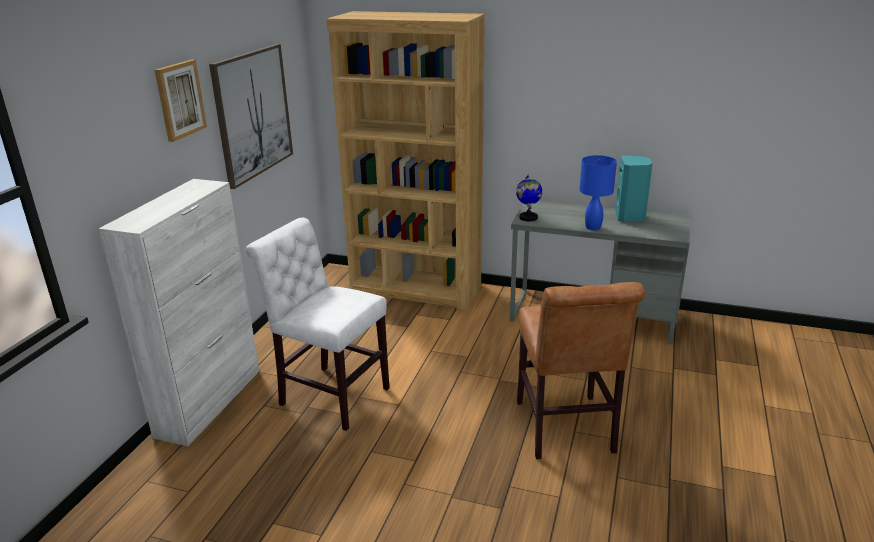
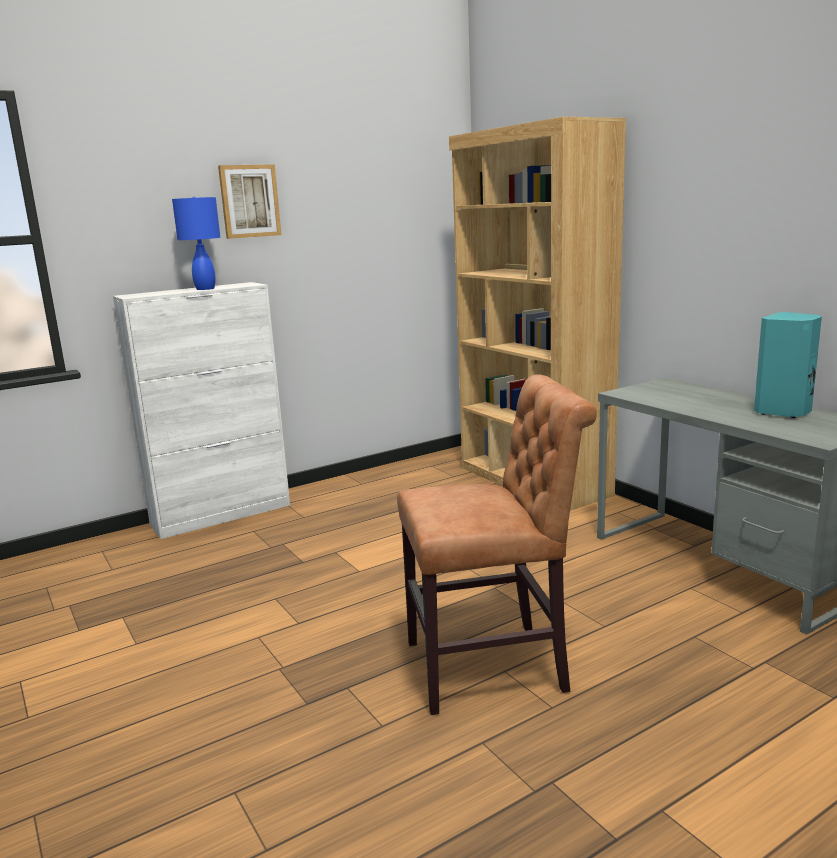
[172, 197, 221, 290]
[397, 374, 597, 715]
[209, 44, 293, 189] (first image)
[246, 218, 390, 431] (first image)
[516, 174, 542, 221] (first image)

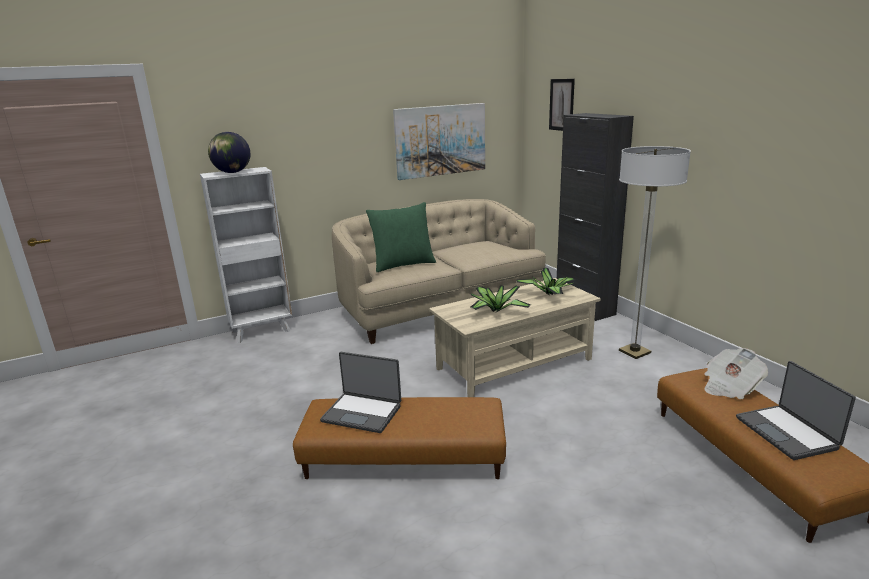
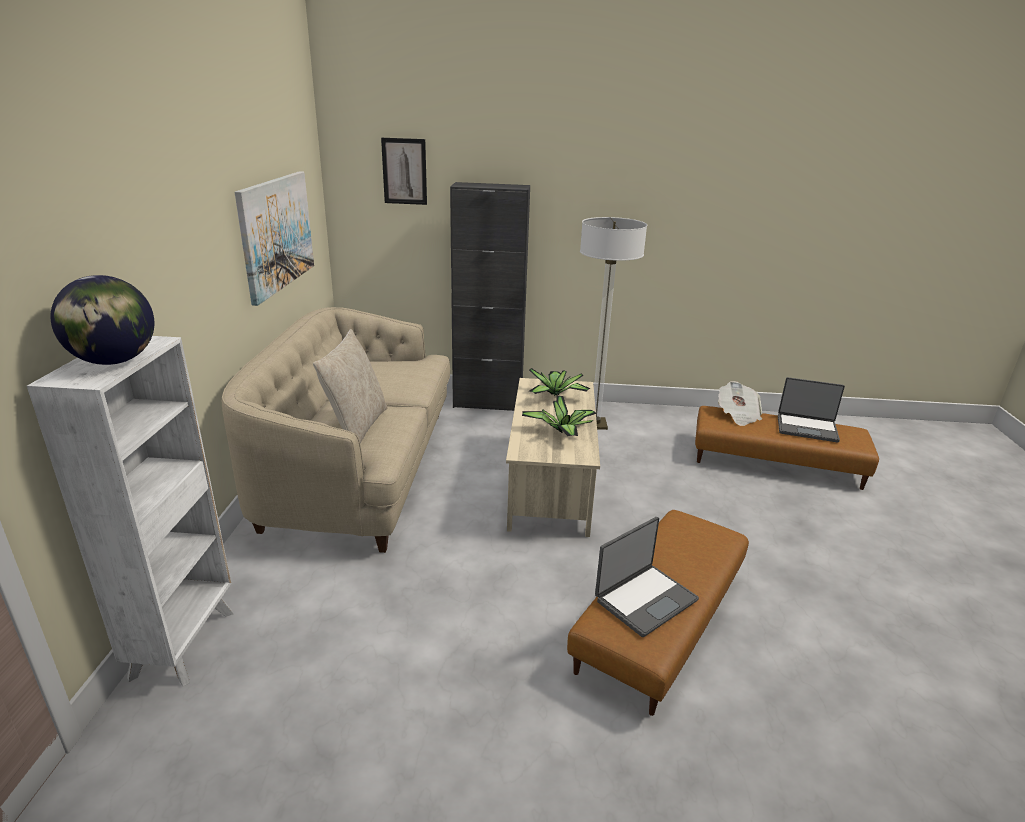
[313, 329, 388, 443]

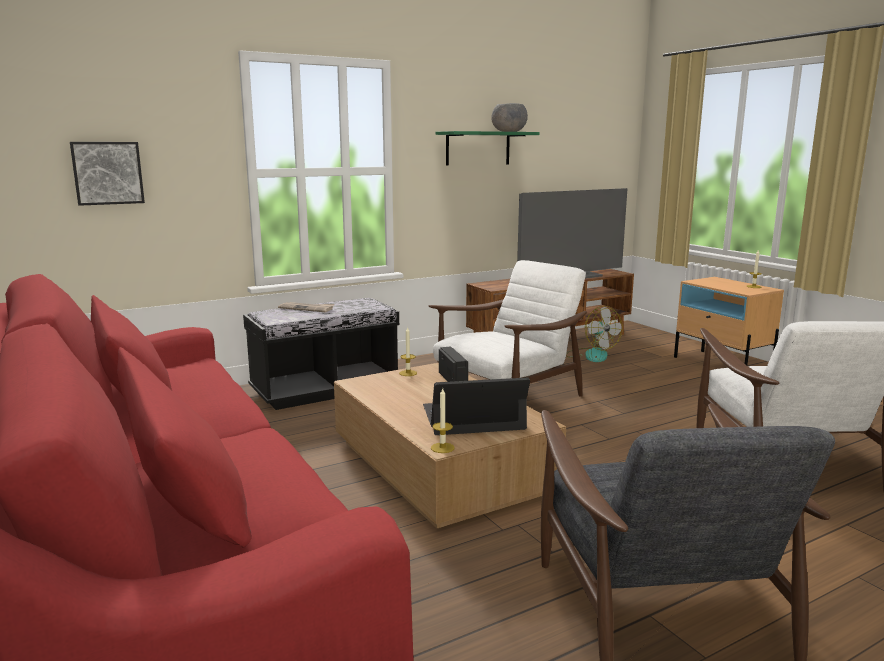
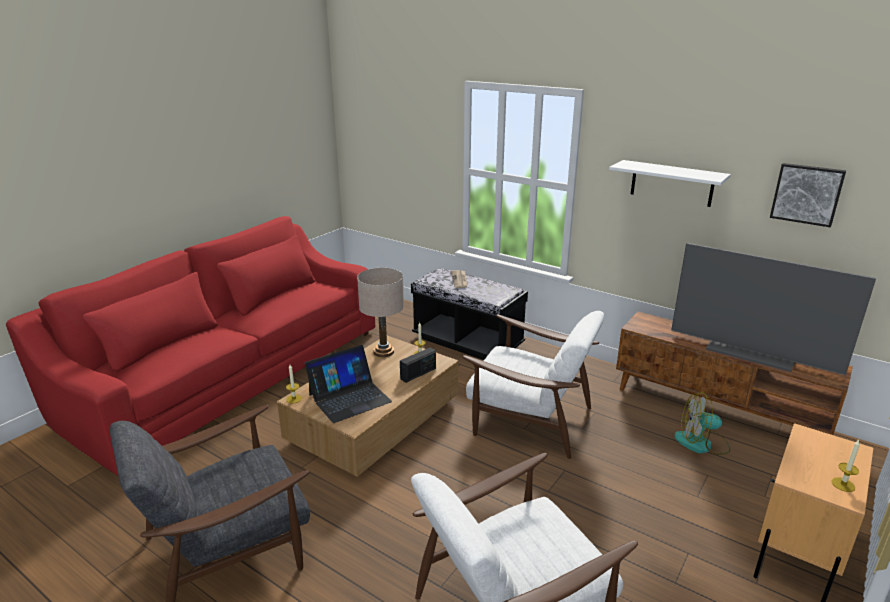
[304, 345, 392, 423]
[357, 268, 404, 357]
[609, 160, 731, 207]
[675, 392, 731, 455]
[770, 163, 846, 227]
[491, 103, 528, 132] (first image)

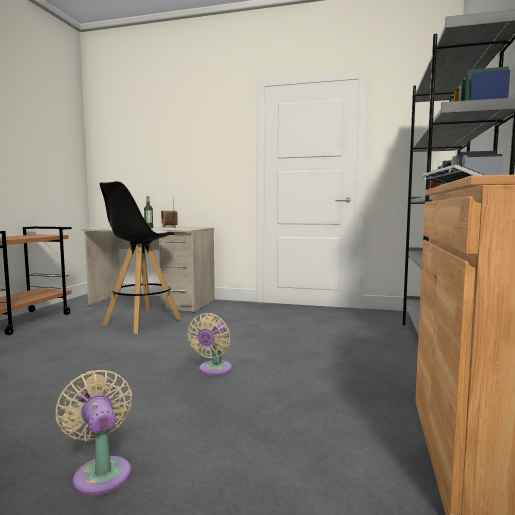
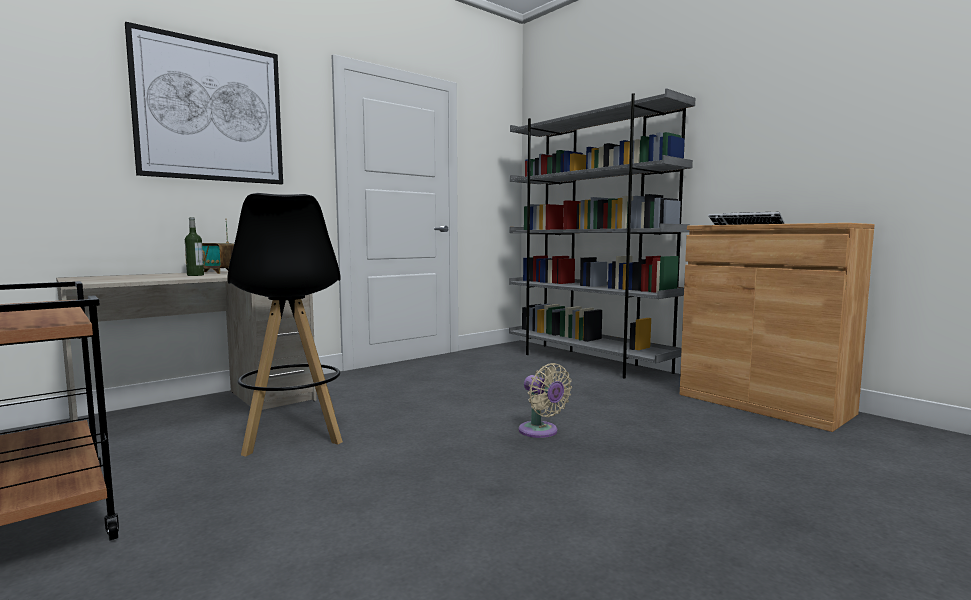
[125, 22, 283, 184]
[56, 370, 132, 496] (first image)

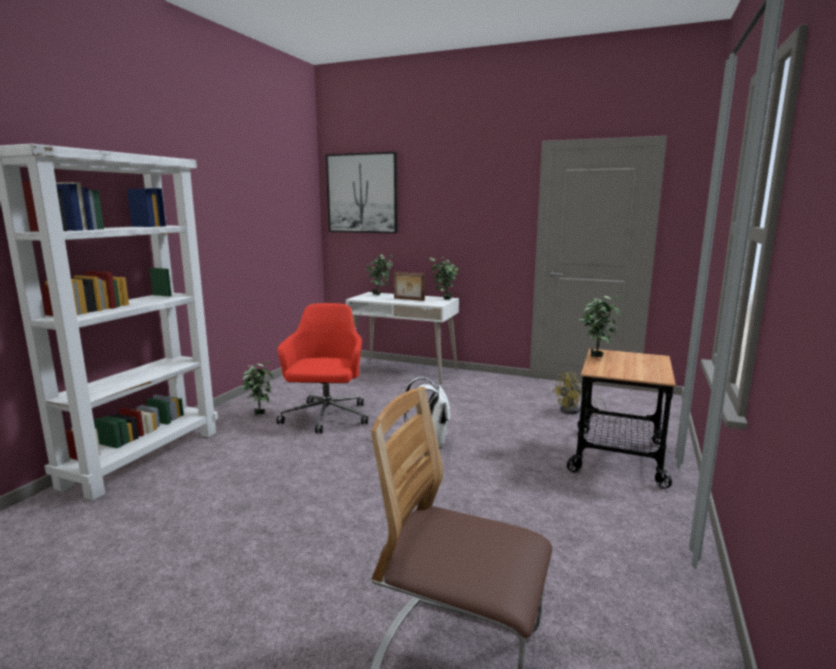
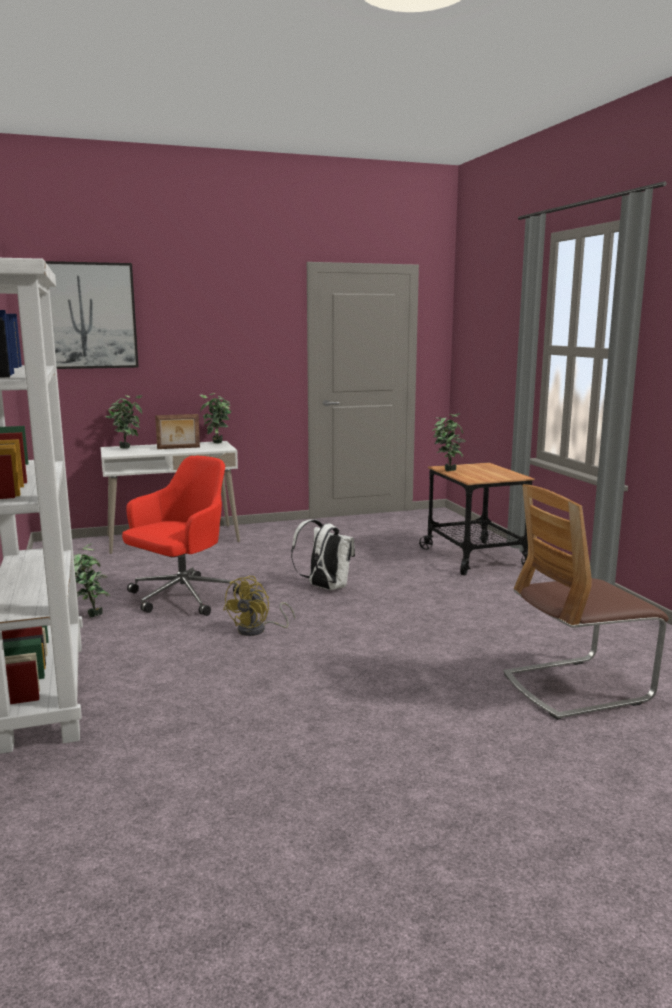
[122, 456, 241, 616]
[223, 576, 295, 636]

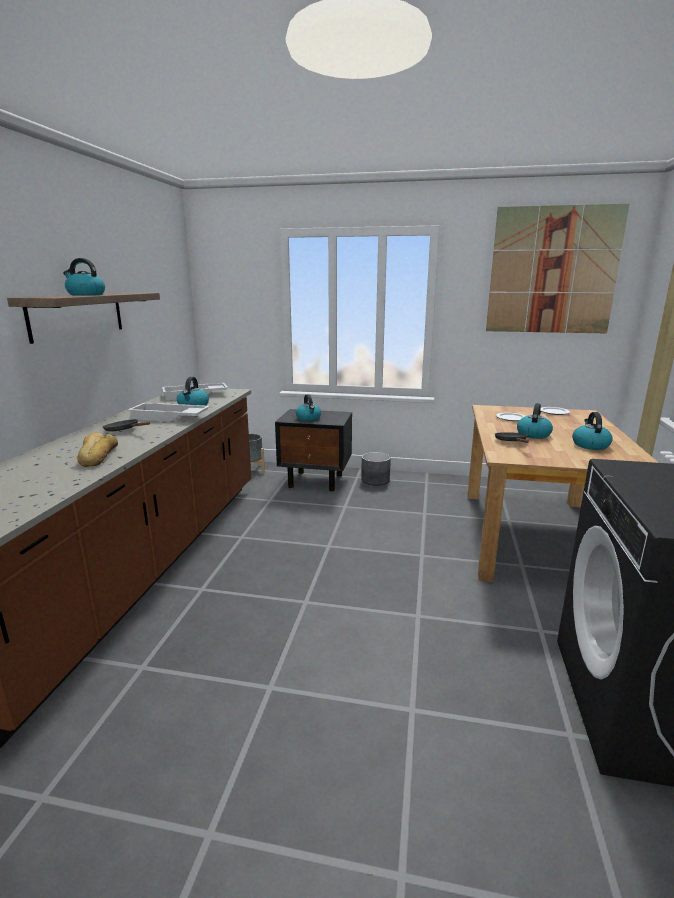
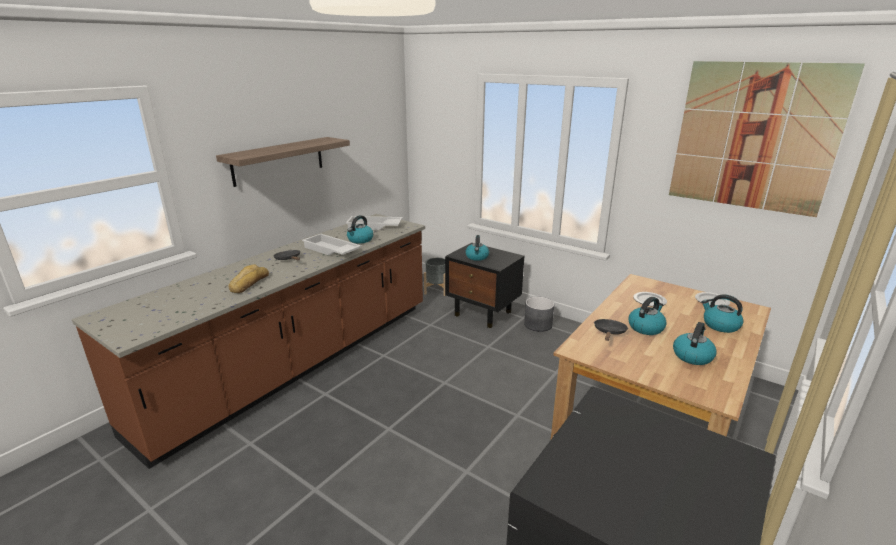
[701, 294, 744, 333]

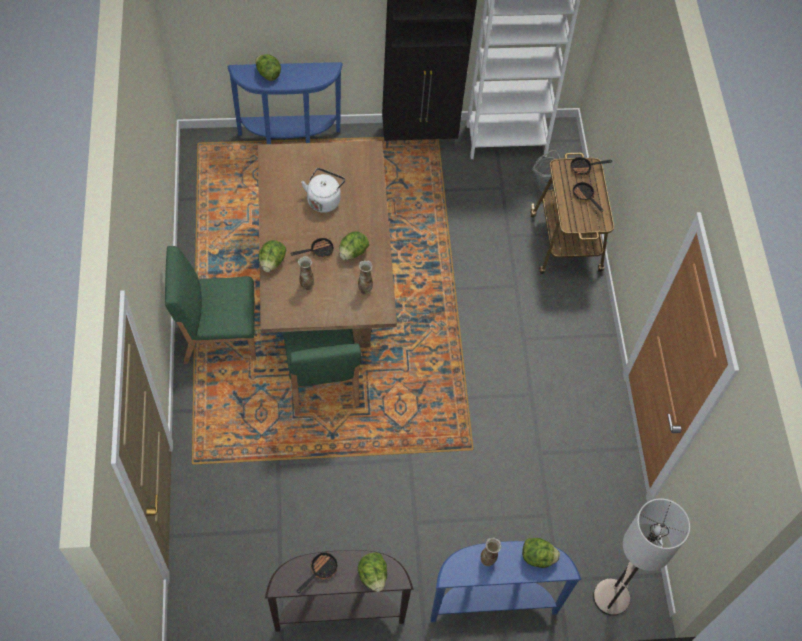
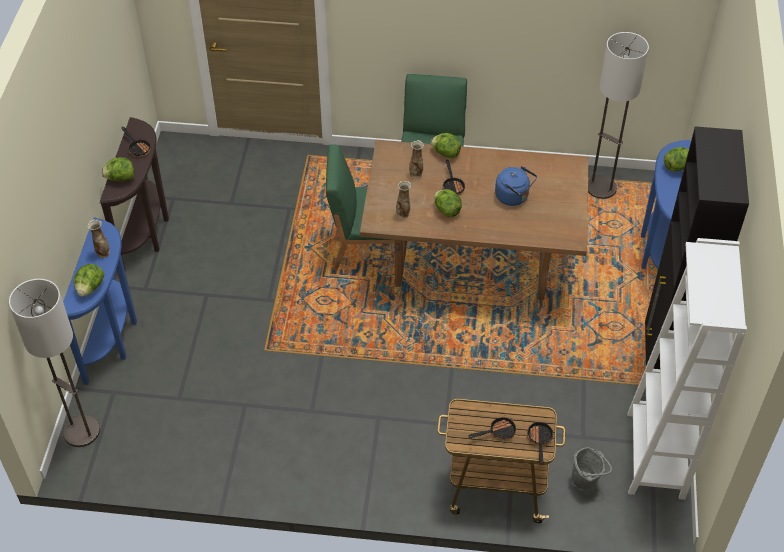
[495, 166, 537, 206]
[588, 32, 649, 199]

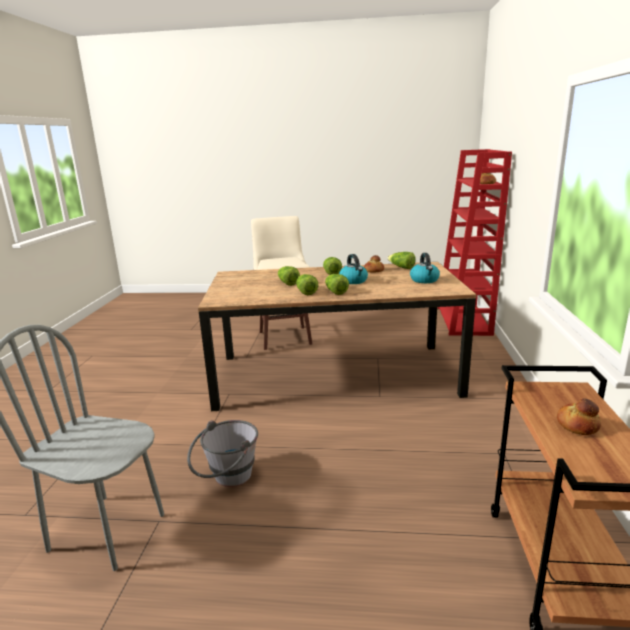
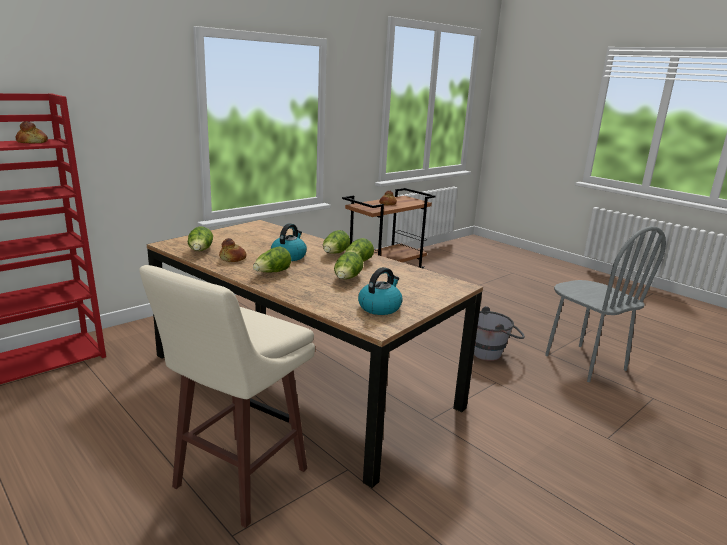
[358, 267, 403, 315]

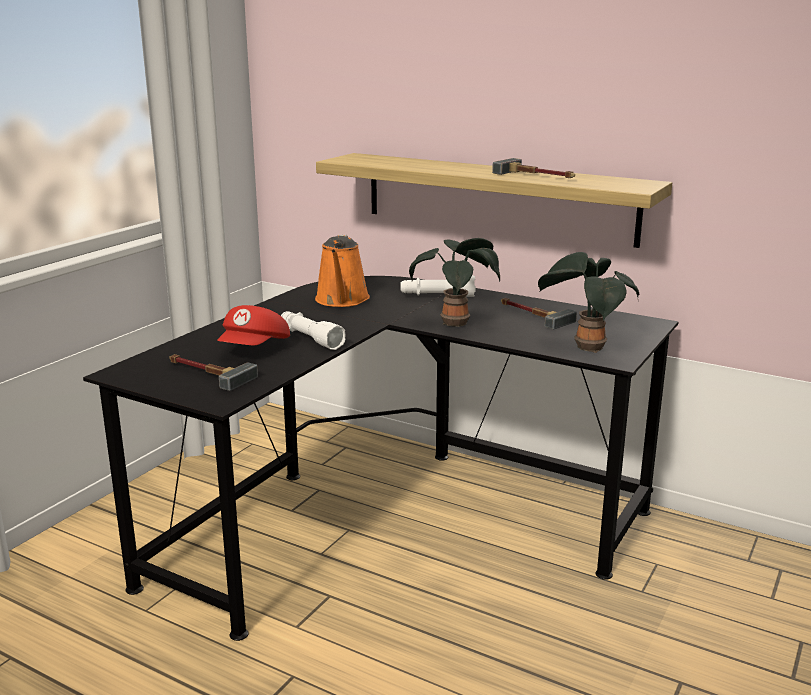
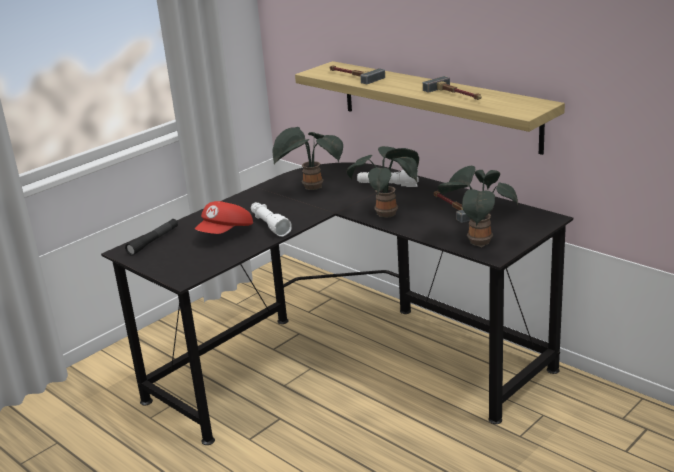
[125, 219, 178, 256]
[273, 127, 343, 190]
[329, 65, 385, 84]

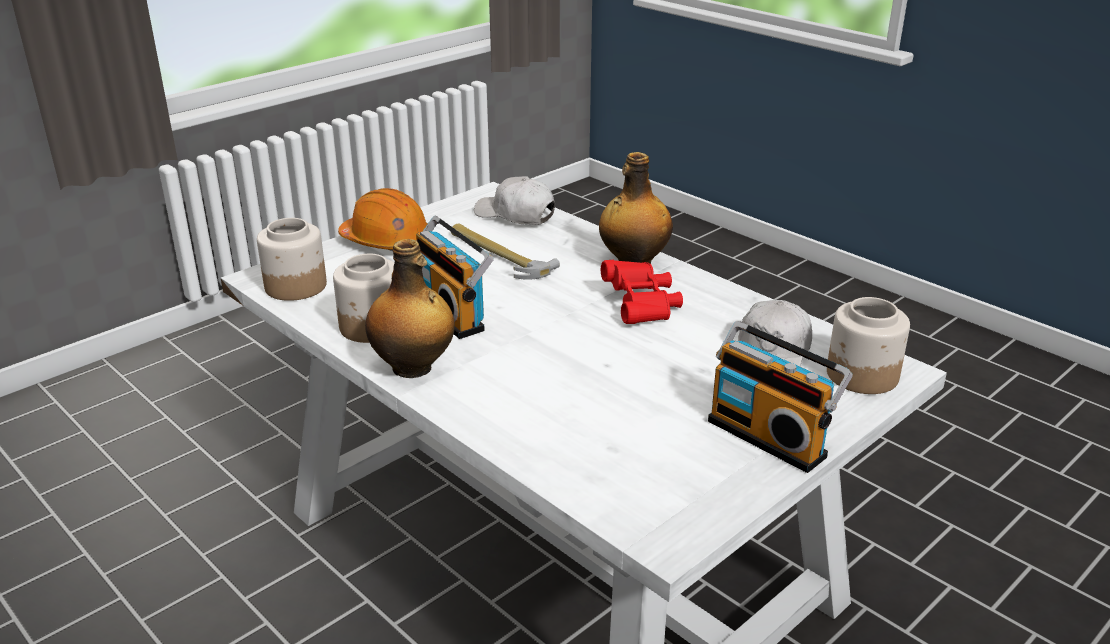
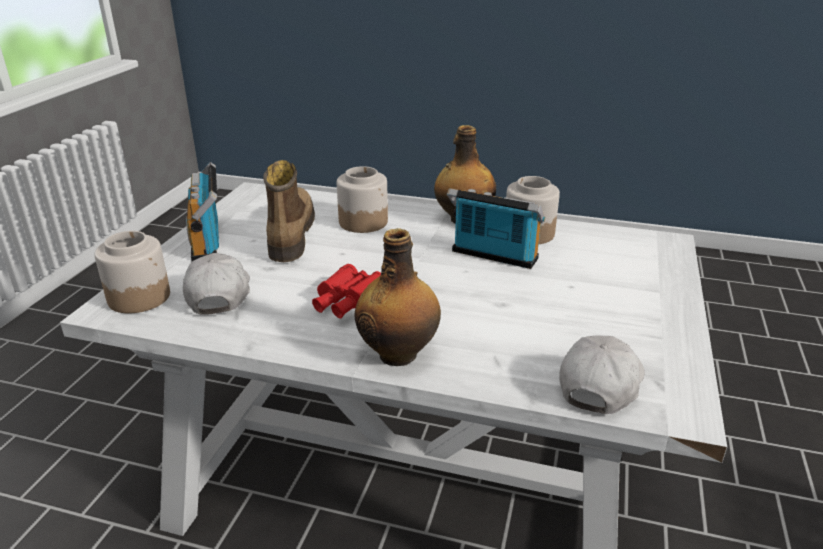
[186, 162, 219, 261]
[263, 160, 315, 262]
[337, 166, 388, 233]
[559, 335, 645, 414]
[338, 188, 428, 251] (first image)
[451, 223, 560, 280] (first image)

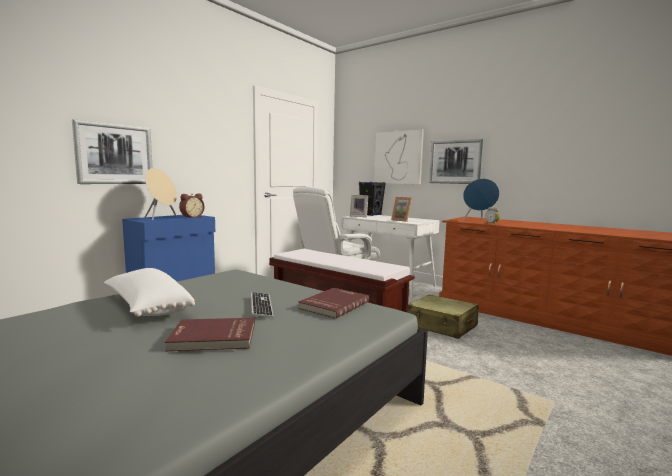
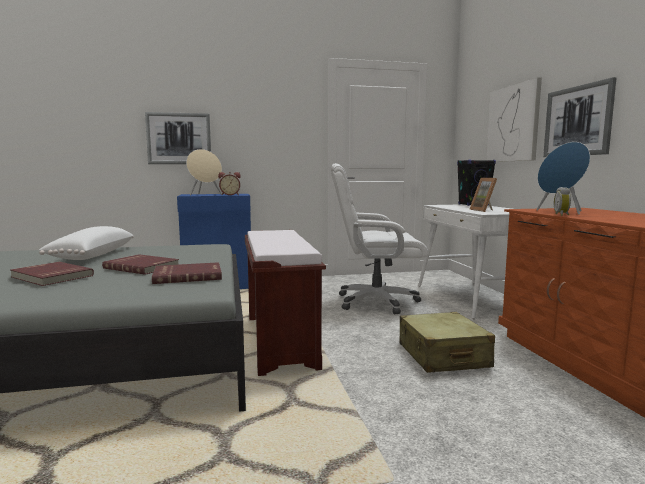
[102, 254, 179, 275]
[350, 195, 369, 217] (first image)

